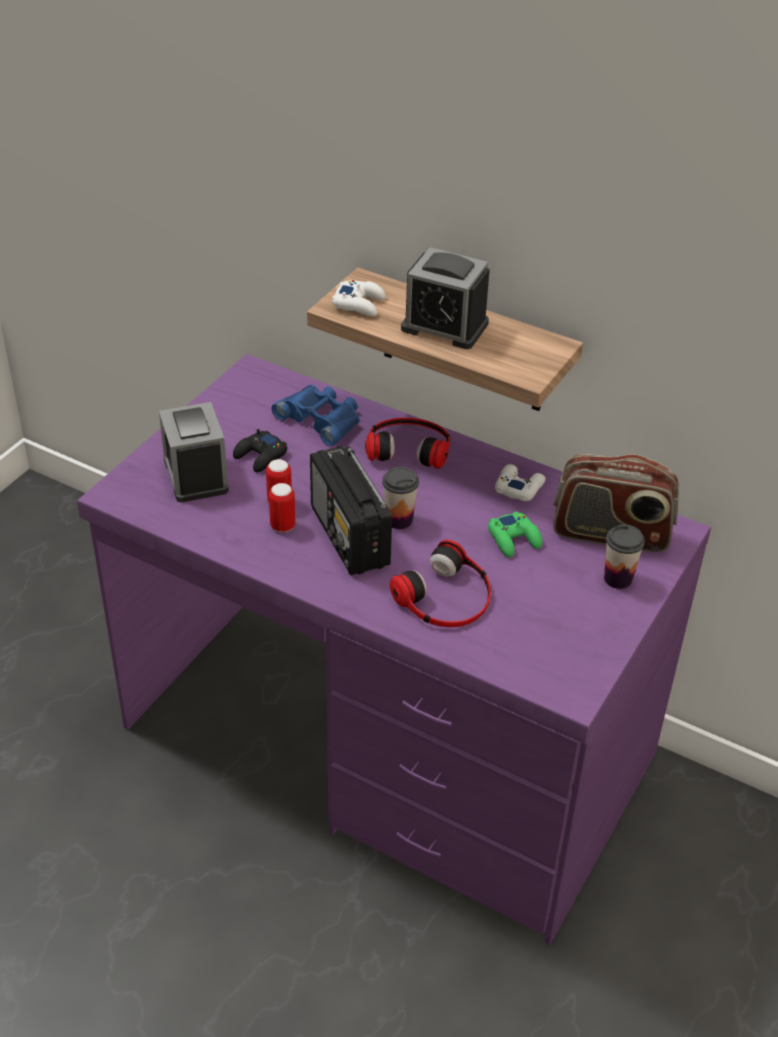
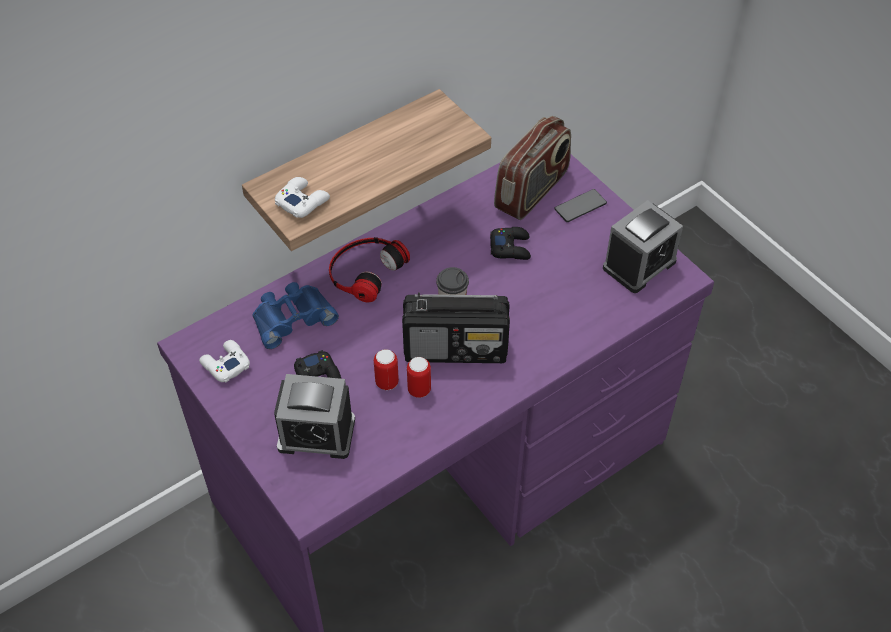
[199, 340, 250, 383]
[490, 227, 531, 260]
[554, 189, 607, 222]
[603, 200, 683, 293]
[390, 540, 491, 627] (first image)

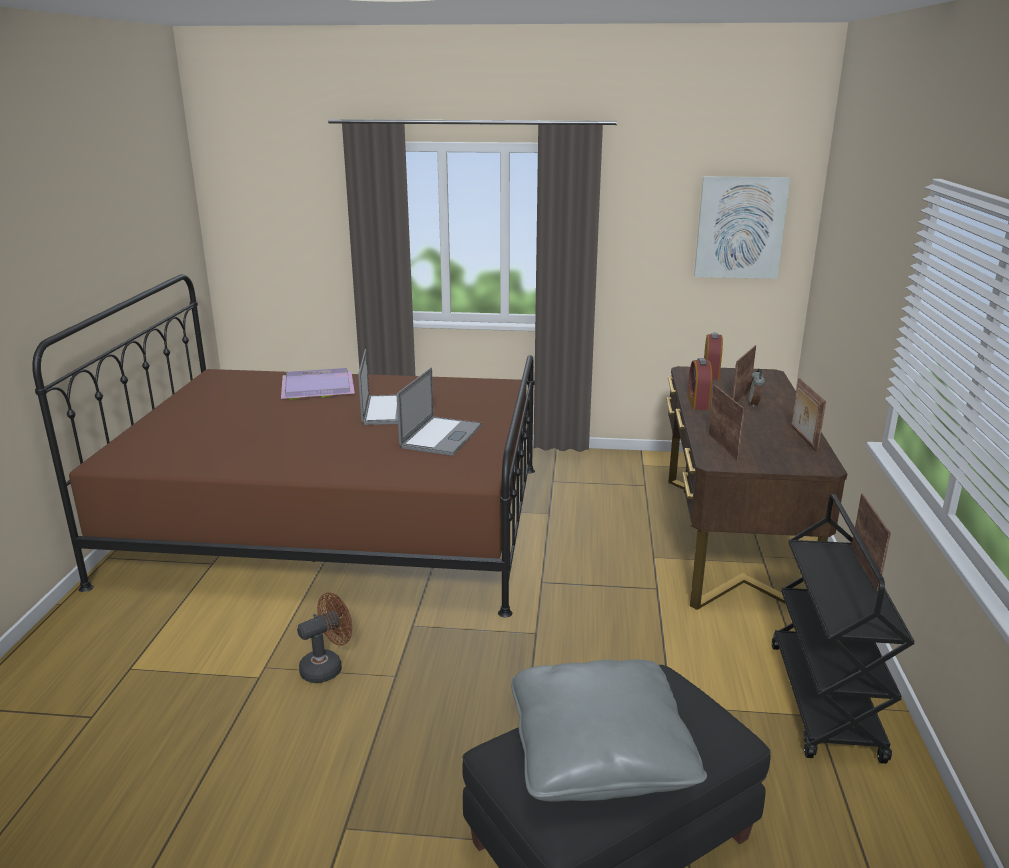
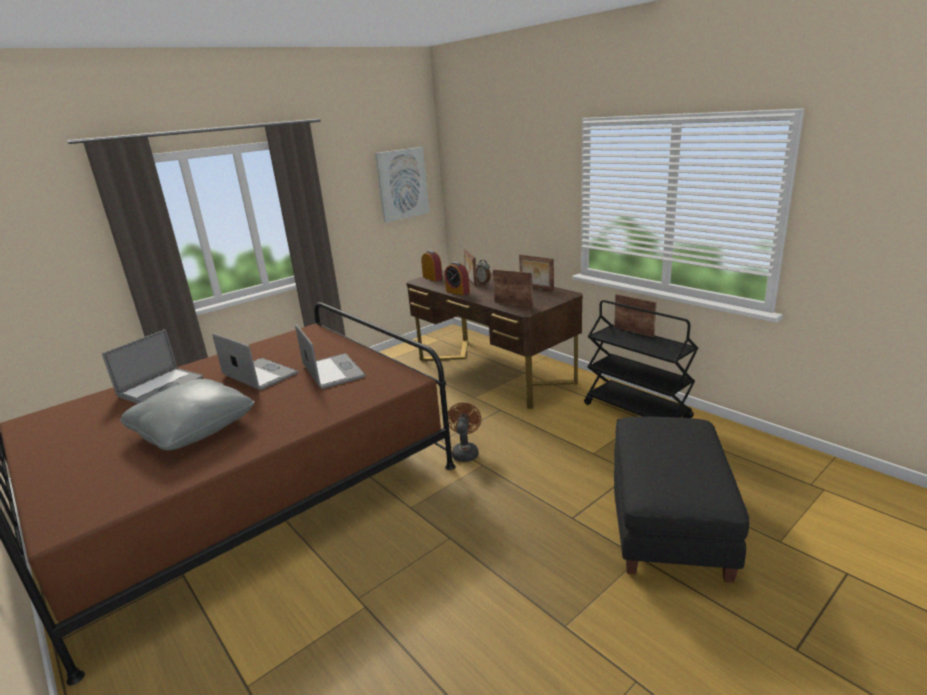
[102, 329, 204, 404]
[120, 379, 255, 450]
[448, 403, 482, 462]

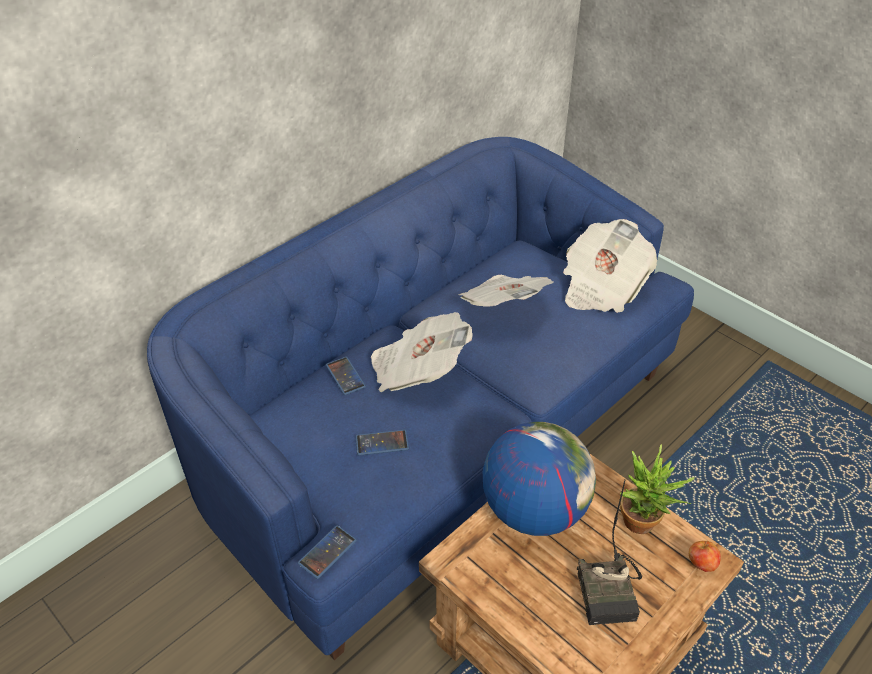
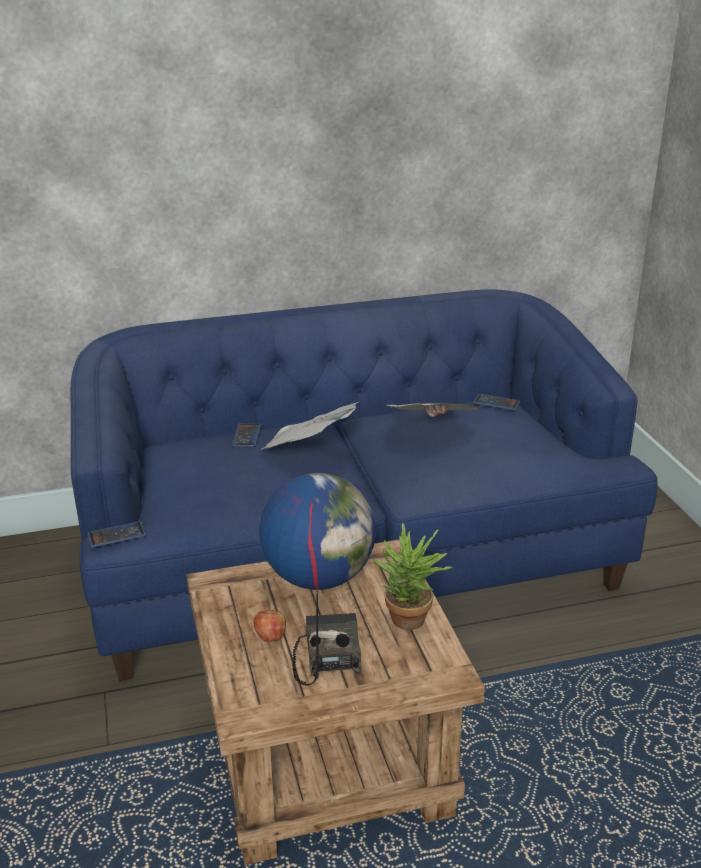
[254, 607, 286, 642]
[292, 590, 361, 686]
[473, 394, 520, 411]
[563, 219, 657, 313] (first image)

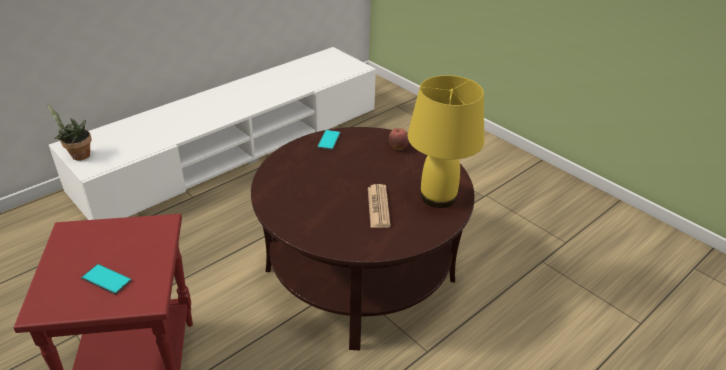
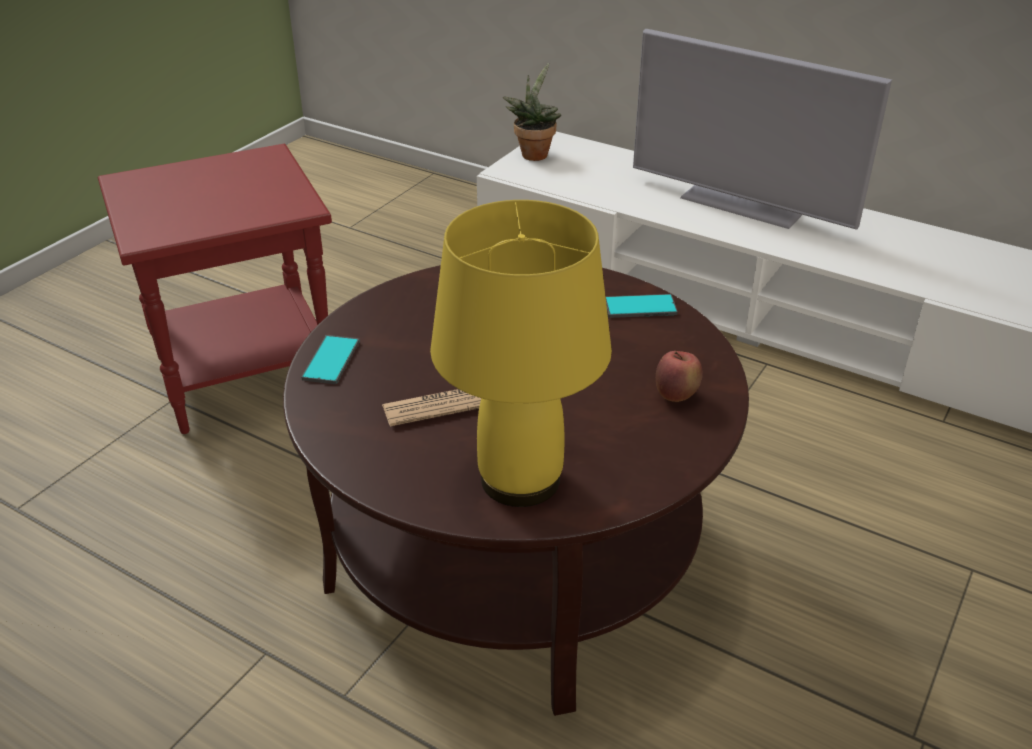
[301, 335, 360, 384]
[633, 29, 892, 230]

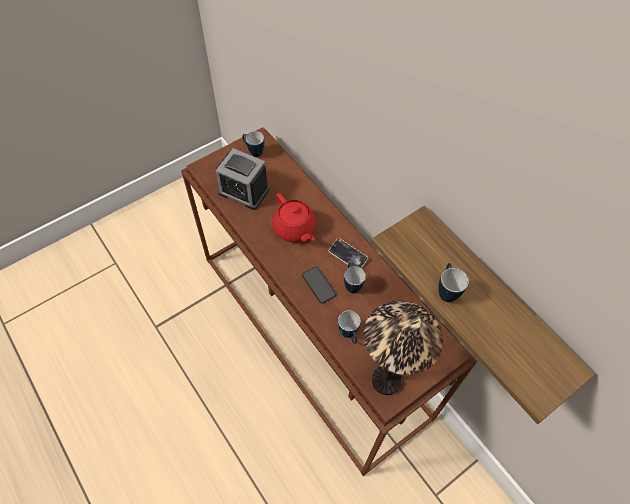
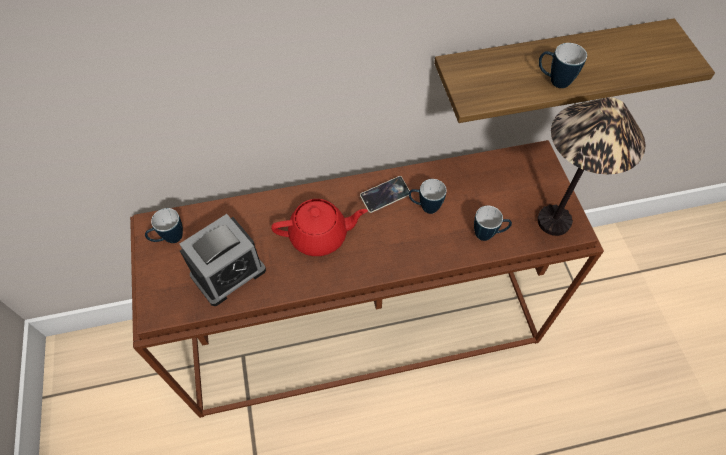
[302, 267, 336, 303] (first image)

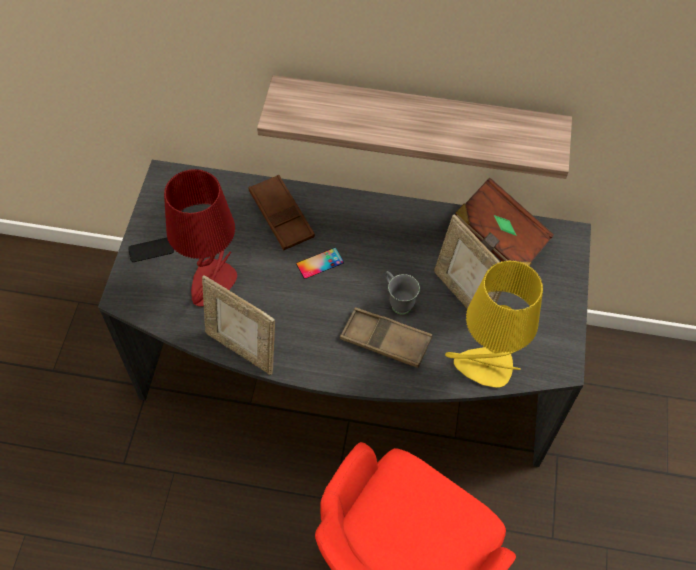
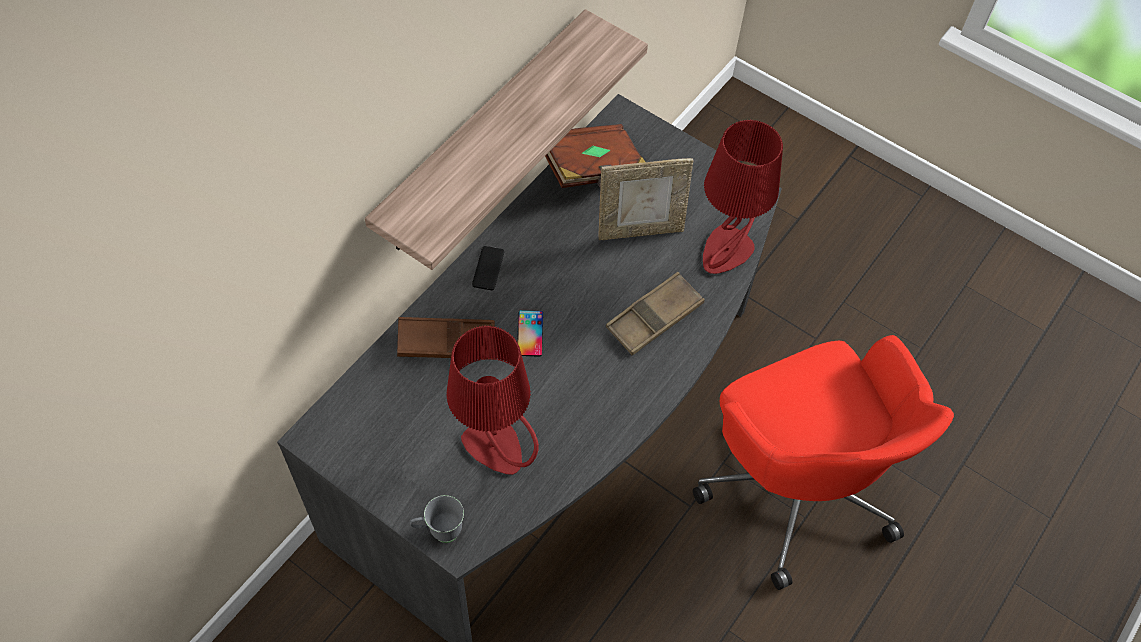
[410, 495, 464, 543]
[472, 246, 504, 290]
[703, 120, 783, 274]
[202, 275, 275, 375] (first image)

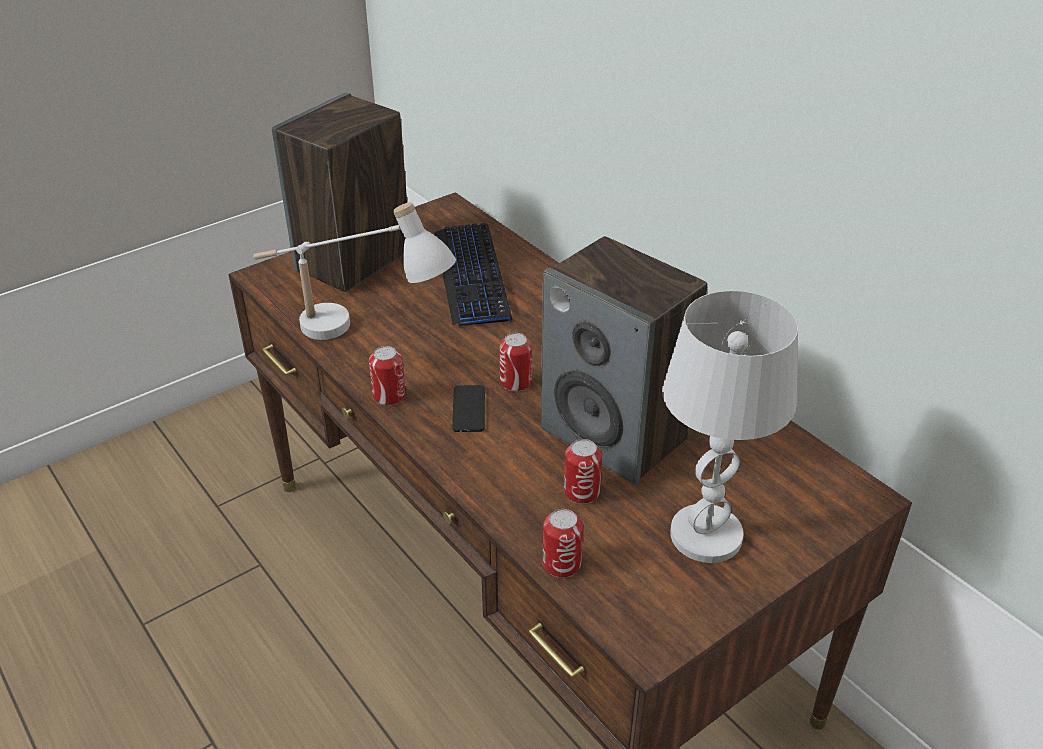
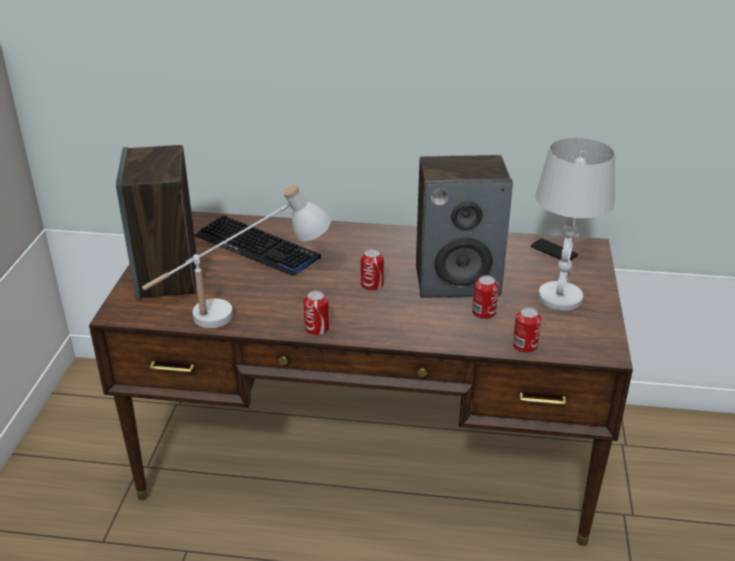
[531, 238, 578, 261]

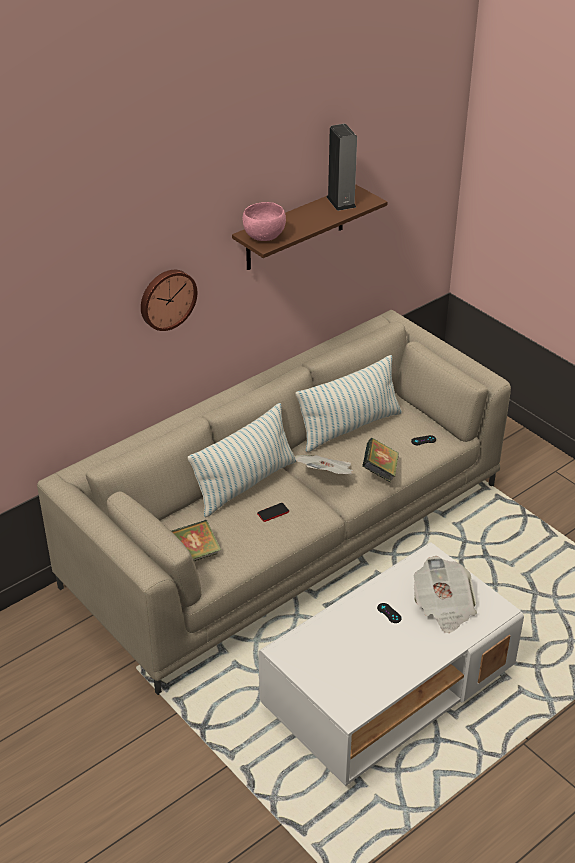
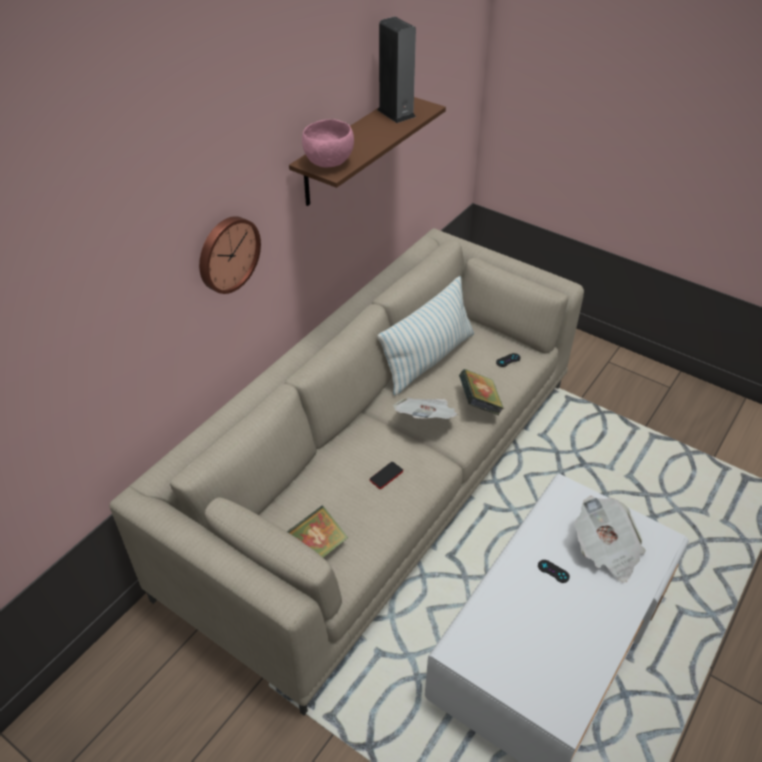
[188, 403, 296, 517] (first image)

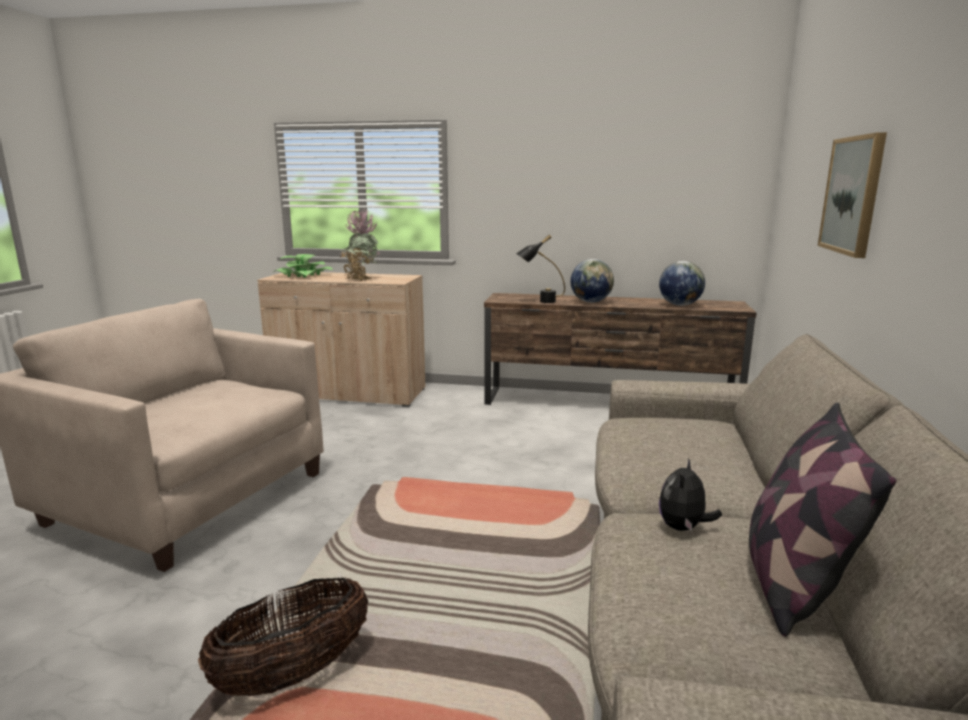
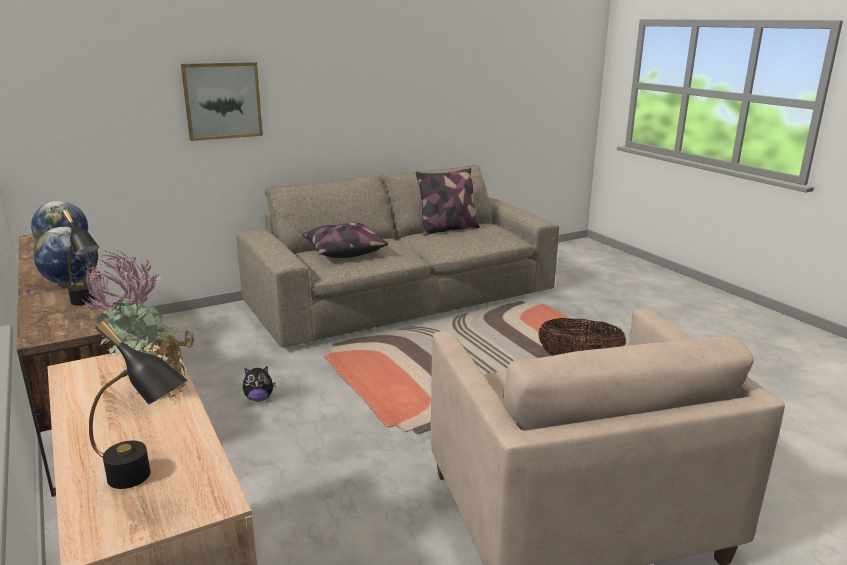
[89, 321, 188, 489]
[243, 366, 276, 401]
[303, 222, 388, 258]

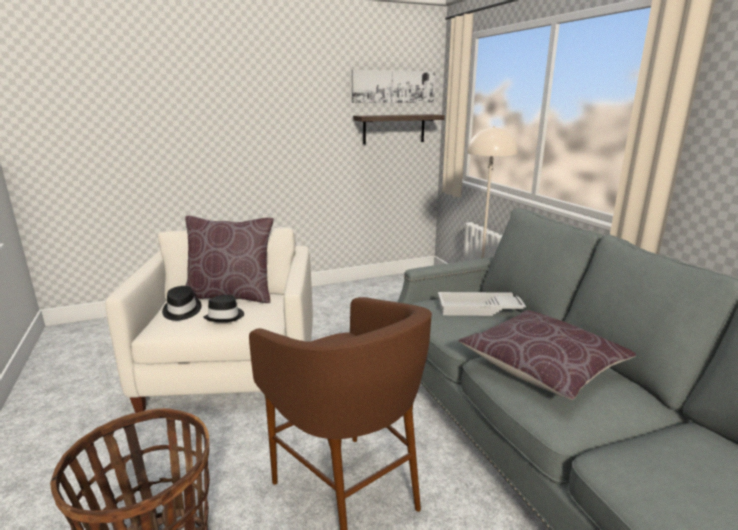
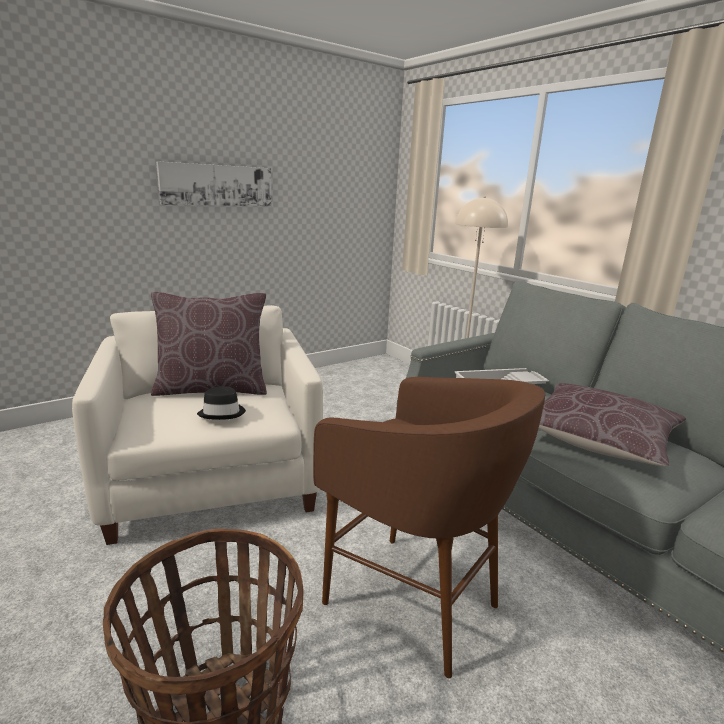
[156, 161, 272, 206]
[162, 286, 202, 321] (first image)
[353, 114, 445, 144] (first image)

